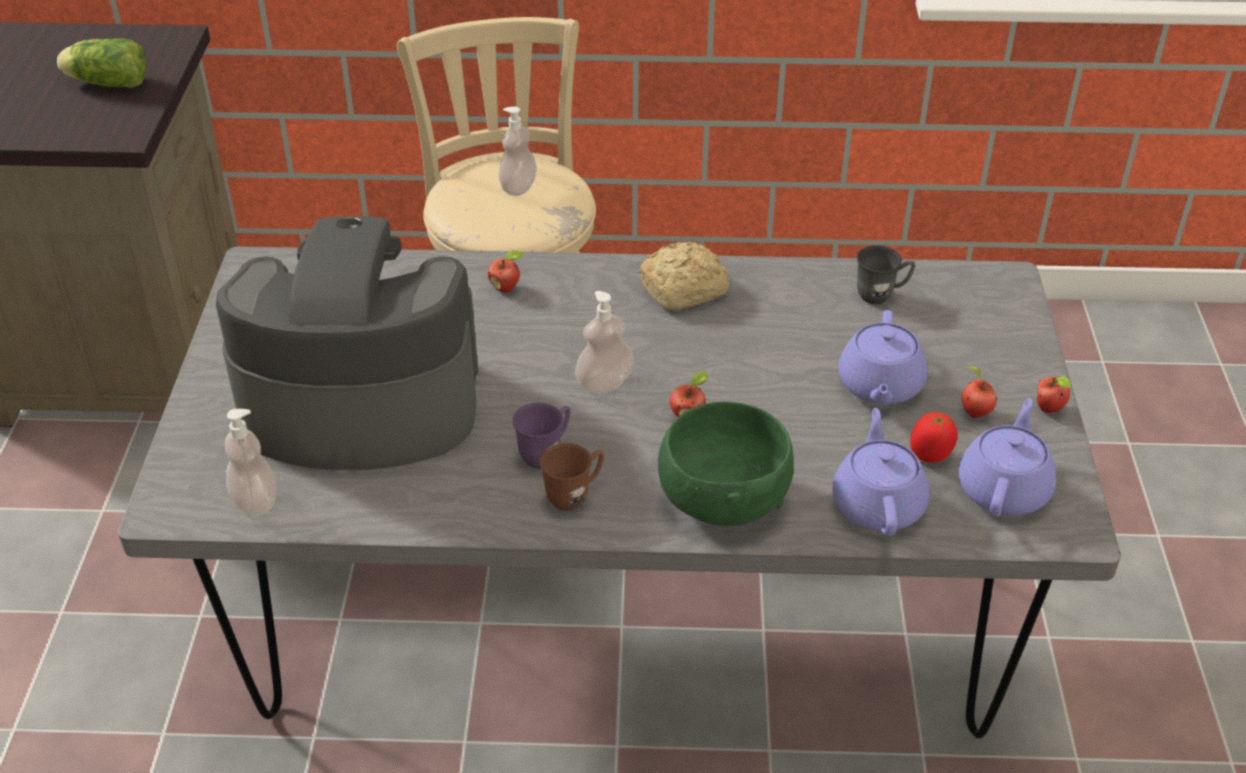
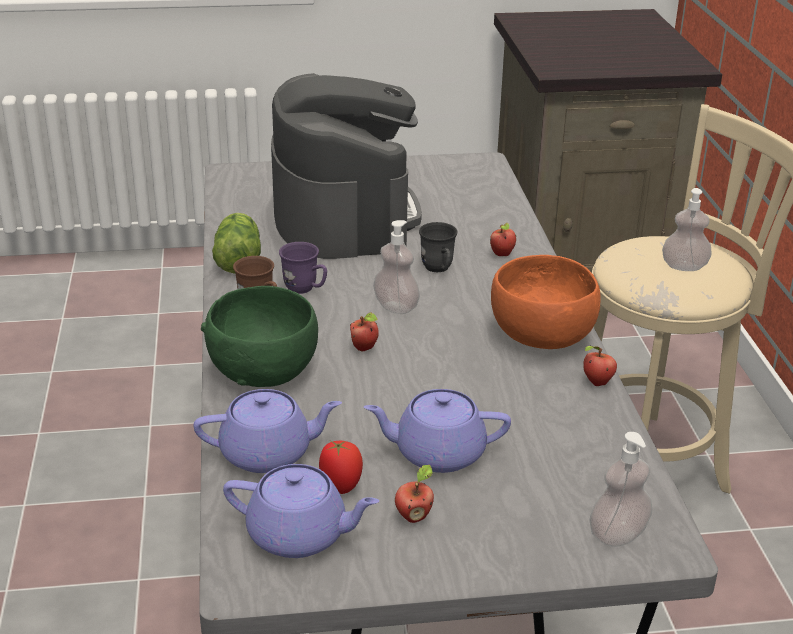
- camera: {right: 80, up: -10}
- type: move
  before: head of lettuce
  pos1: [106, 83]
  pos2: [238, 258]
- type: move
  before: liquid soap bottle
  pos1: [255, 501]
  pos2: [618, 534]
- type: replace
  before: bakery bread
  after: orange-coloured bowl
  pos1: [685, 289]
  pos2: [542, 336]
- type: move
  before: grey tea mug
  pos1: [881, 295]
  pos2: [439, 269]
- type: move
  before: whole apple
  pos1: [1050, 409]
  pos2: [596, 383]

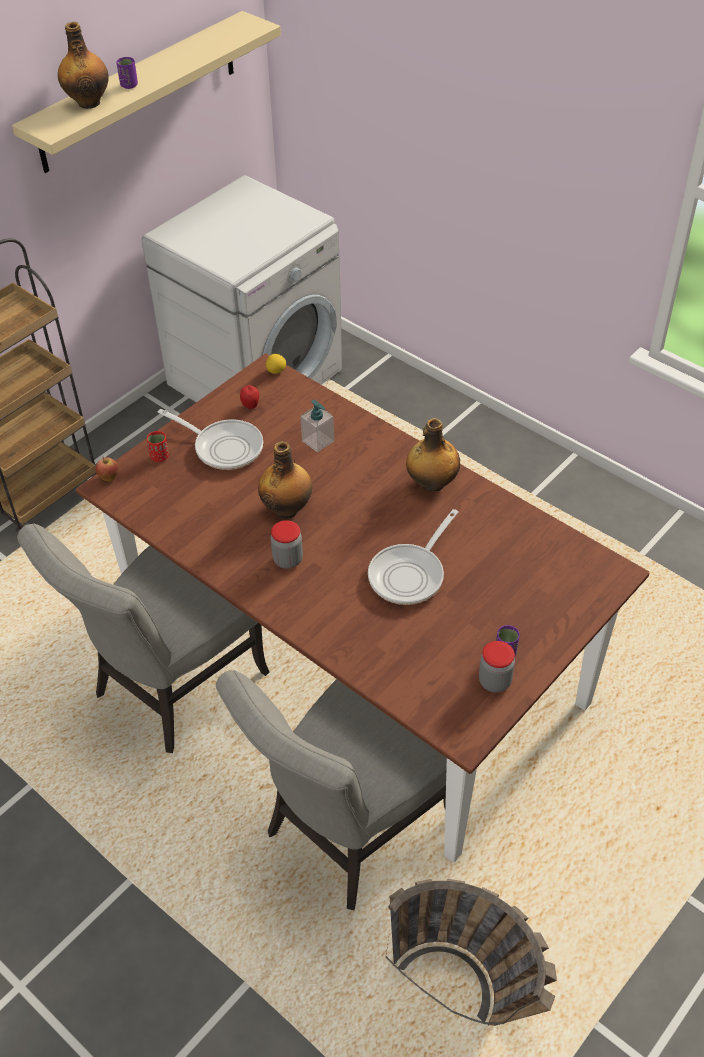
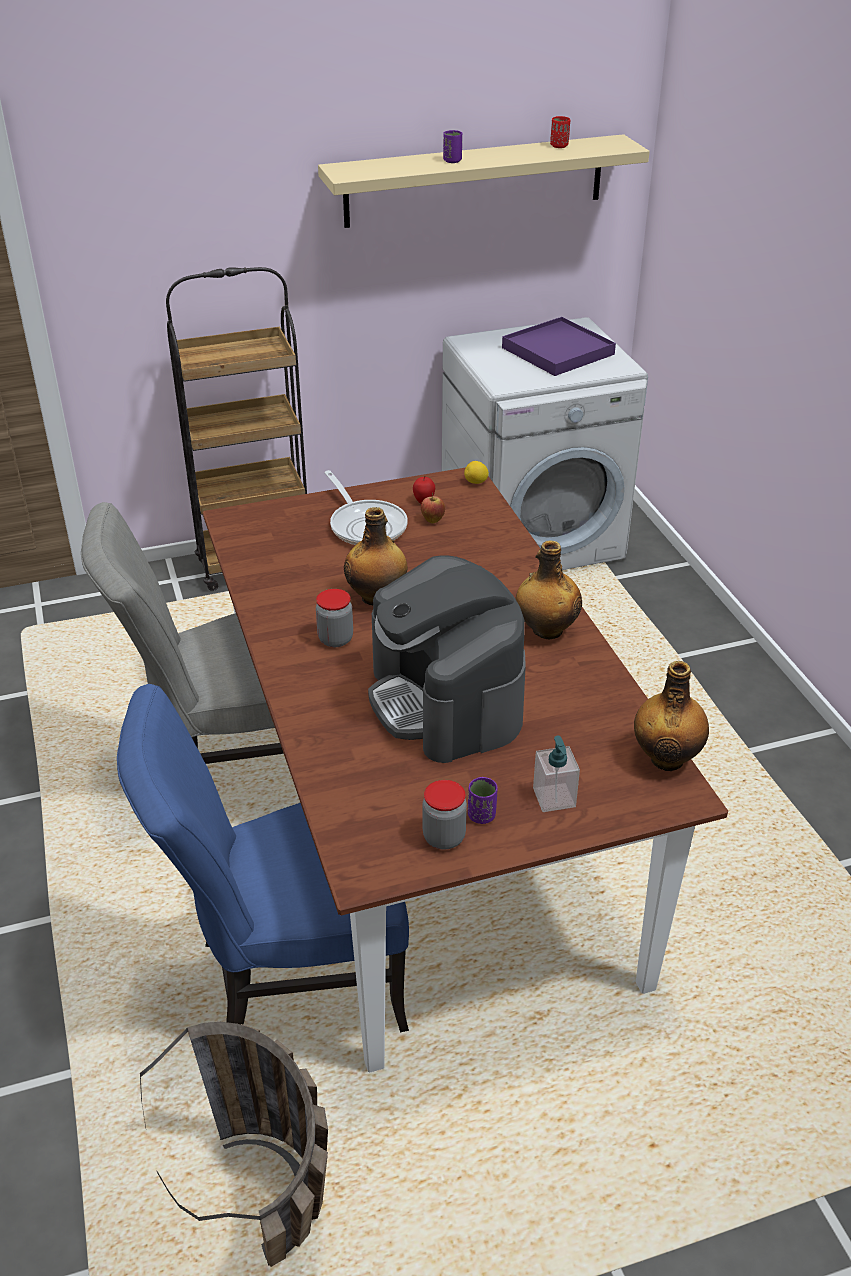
- camera: {right: 30, up: -10}
- type: move
  before: beverage bottle
  pos1: [88, 102]
  pos2: [666, 758]
- type: move
  before: whole apple
  pos1: [109, 478]
  pos2: [432, 520]
- type: move
  before: red small cup
  pos1: [159, 457]
  pos2: [559, 146]
- type: recolor
  before: grey chair
  after: bluish chair
  pos1: [350, 831]
  pos2: [288, 984]
- type: move
  before: liquid soap bottle
  pos1: [318, 441]
  pos2: [554, 798]
- type: replace
  before: skillet
  after: coffee maker
  pos1: [410, 574]
  pos2: [446, 701]
- type: insert
  after: purple carrying tray
  pos2: [558, 351]

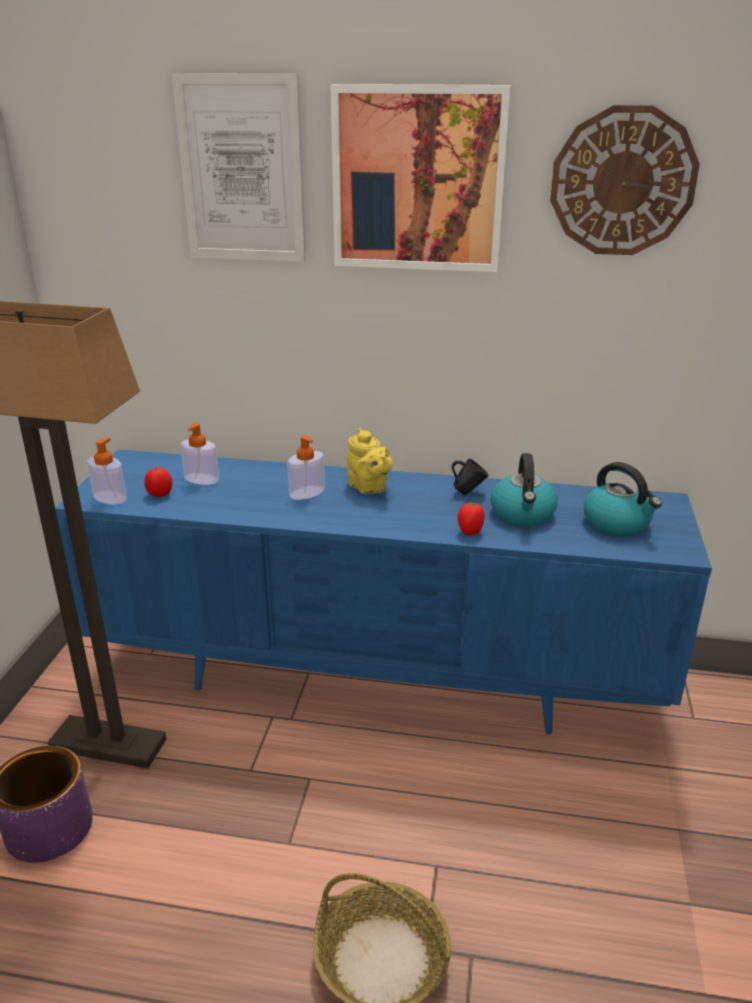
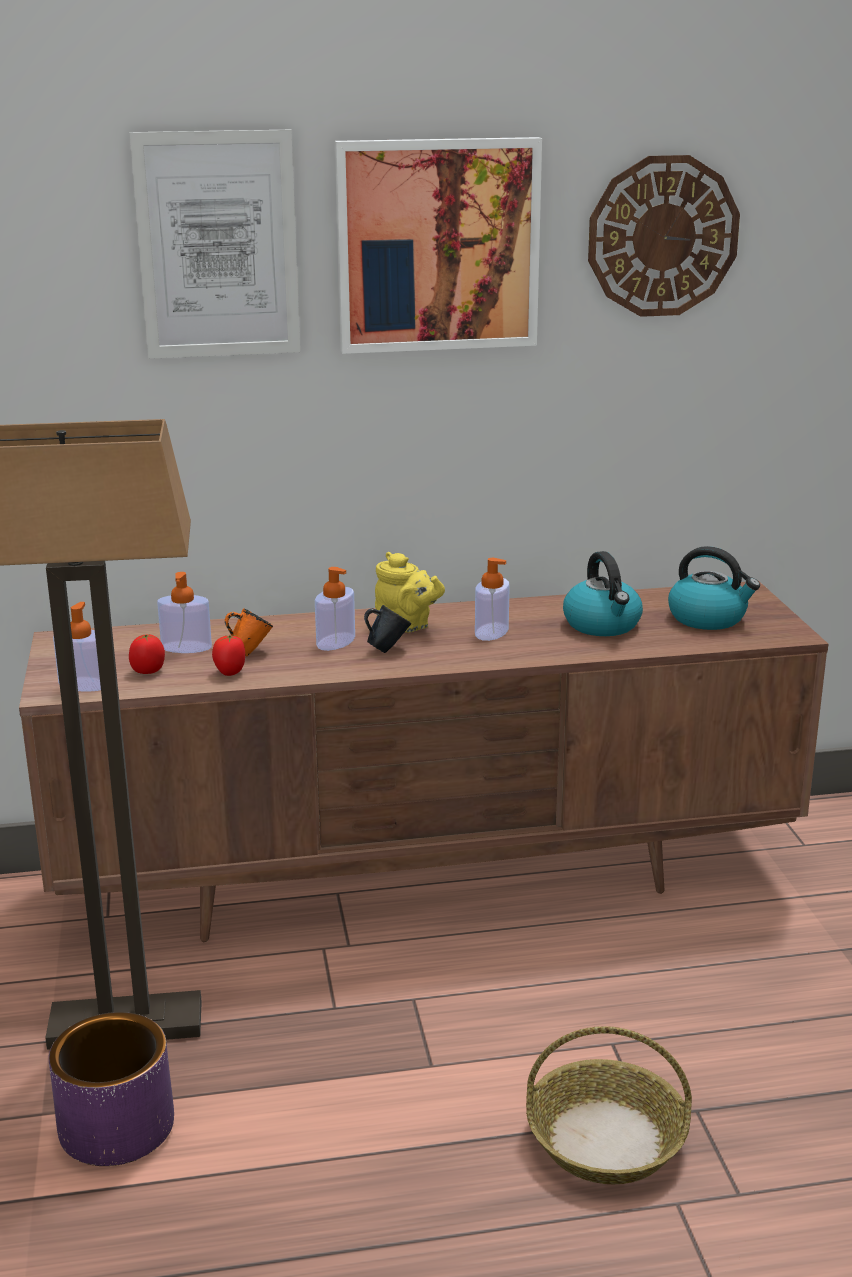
- camera: {right: -20, up: -5}
- type: recolor
  before: bluish cabinet
  after: brown-coloured cabinet
  pos1: [378, 678]
  pos2: [429, 880]
- type: move
  before: bluish tea mug
  pos1: [468, 492]
  pos2: [387, 649]
- type: move
  before: whole tomato
  pos1: [470, 532]
  pos2: [230, 672]
- type: insert
  after: orange-coloured tea mug
  pos2: [250, 652]
- type: insert
  after: liquid soap bottle
  pos2: [491, 632]

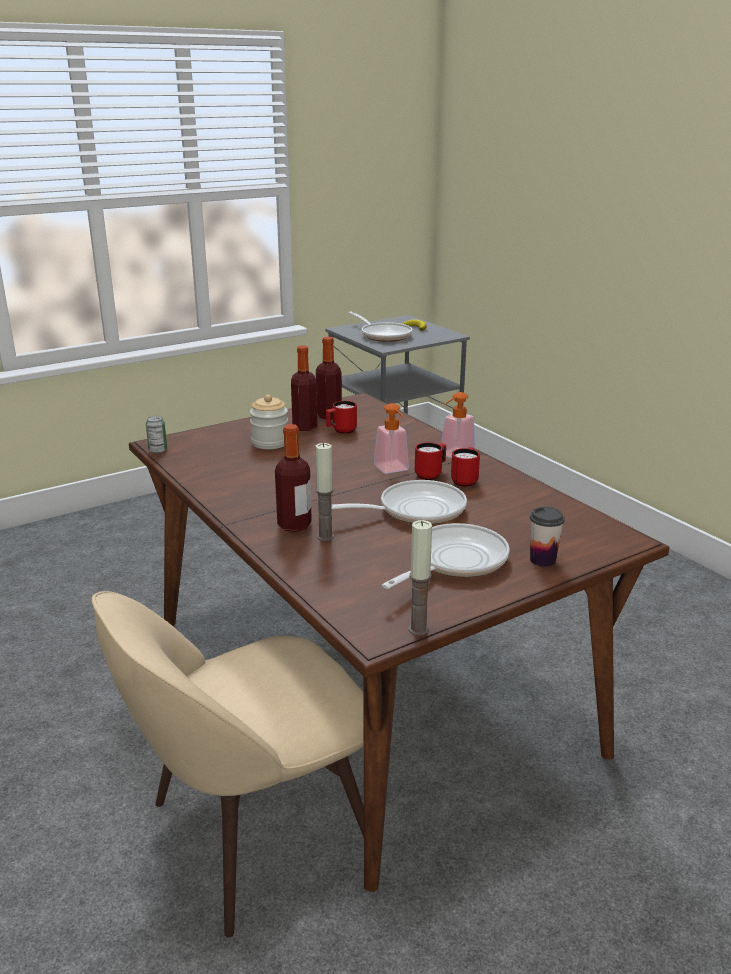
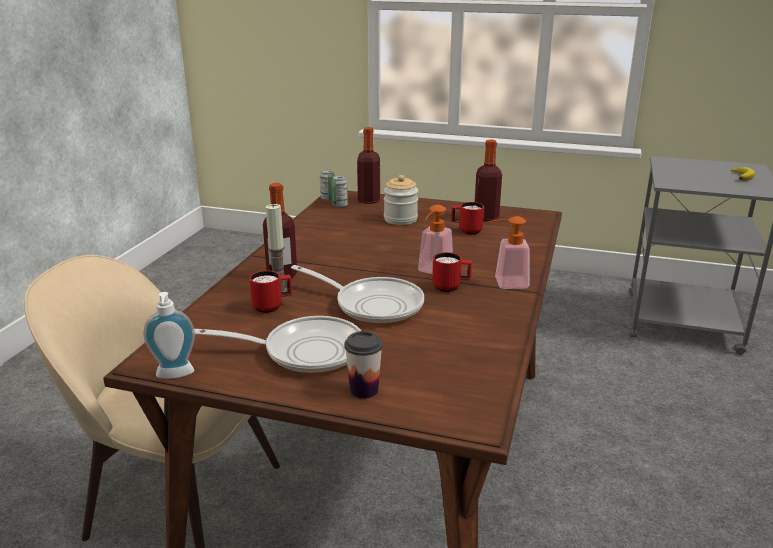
- camera: {right: 50, up: 0}
- type: move
  before: beverage bottle
  pos1: [305, 427]
  pos2: [369, 200]
- type: delete
  before: skillet
  pos1: [383, 335]
- type: replace
  before: wax light
  after: liquid soap bottle
  pos1: [418, 629]
  pos2: [175, 376]
- type: move
  before: red tea mug
  pos1: [465, 480]
  pos2: [272, 307]
- type: insert
  after: metal can
  pos2: [340, 205]

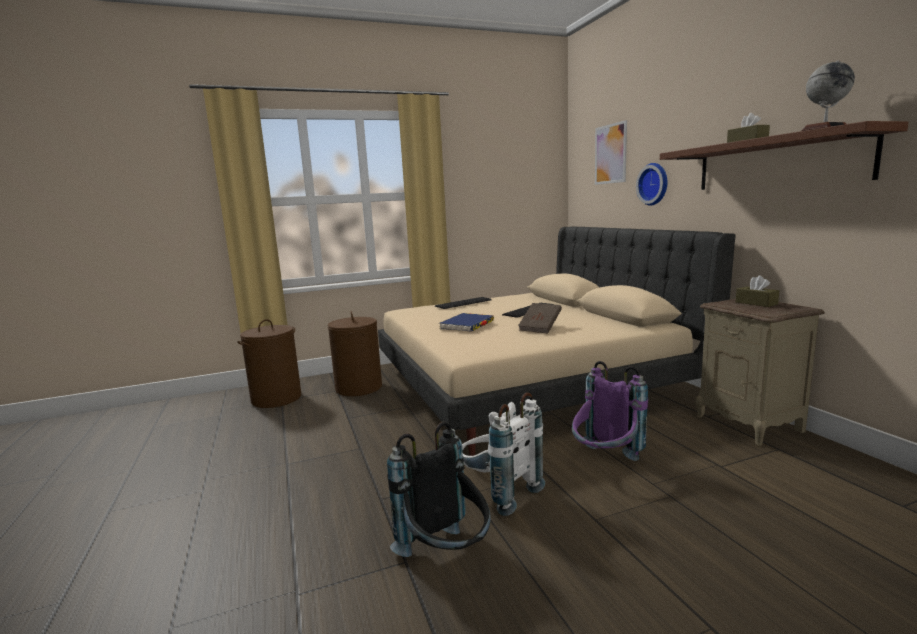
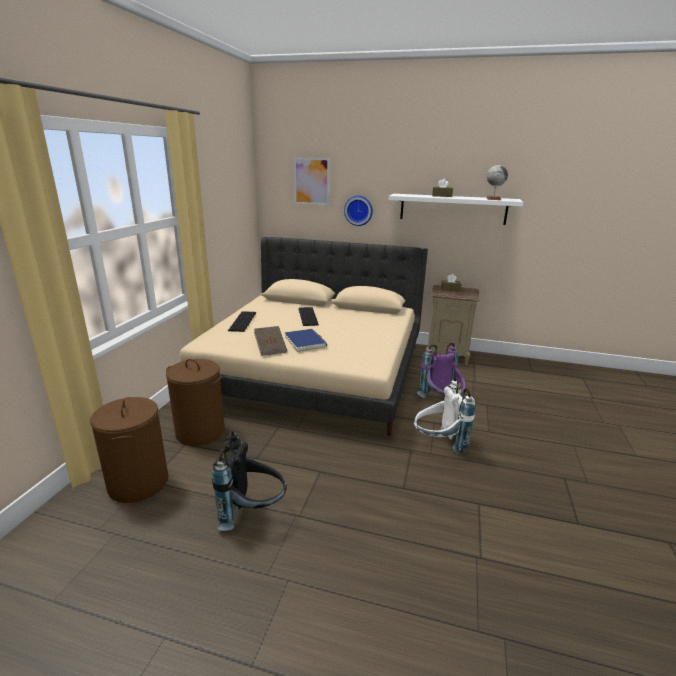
- camera: {right: -55, up: 10}
- type: move
  before: black rucksack
  pos1: [446, 557]
  pos2: [252, 512]
- type: move
  before: brown-coloured volume
  pos1: [540, 328]
  pos2: [270, 348]
- type: recolor
  before: brown-coloured shelf
  after: whitish shelf
  pos1: [777, 163]
  pos2: [452, 209]

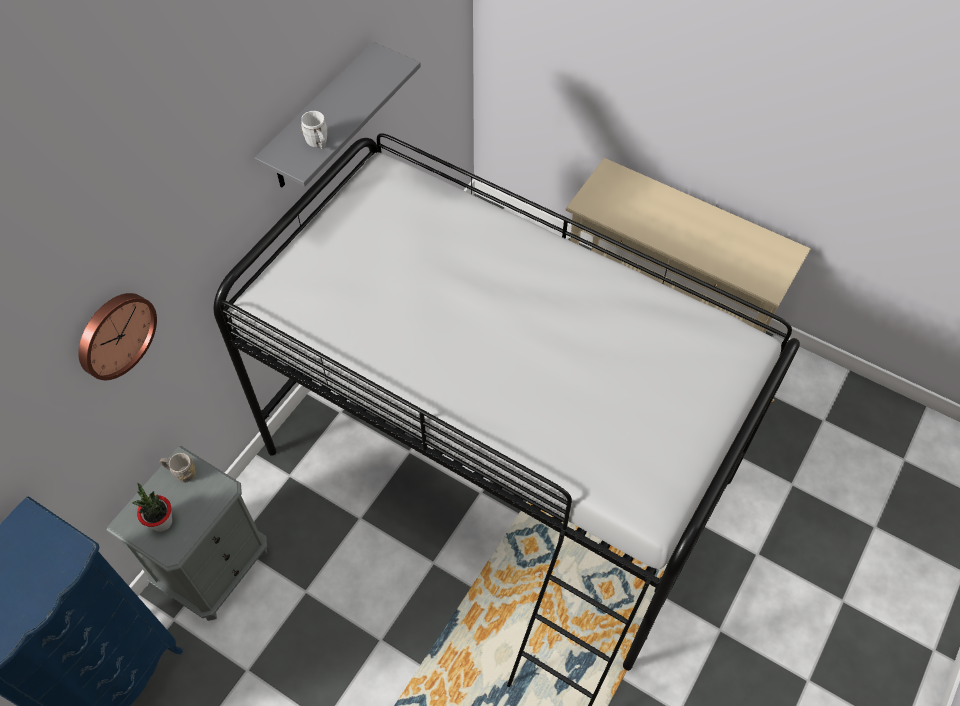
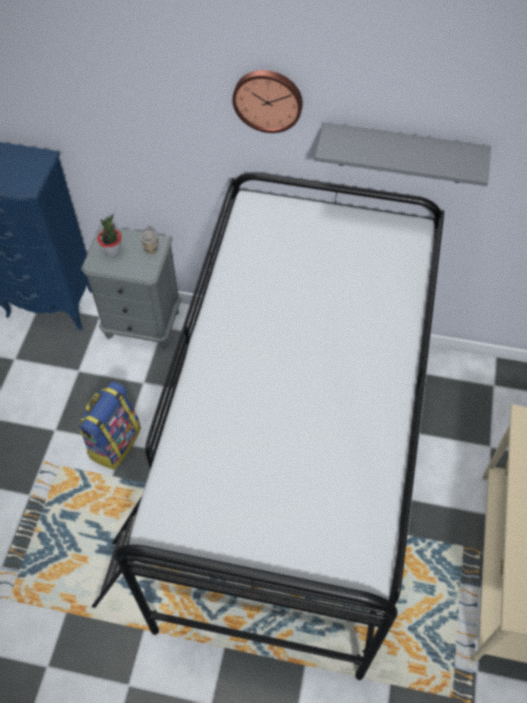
- camera: {right: 70, up: 0}
- type: move
  before: wall clock
  pos1: [114, 334]
  pos2: [268, 99]
- type: delete
  before: whitish tea mug
  pos1: [318, 143]
- type: insert
  after: rucksack
  pos2: [114, 442]

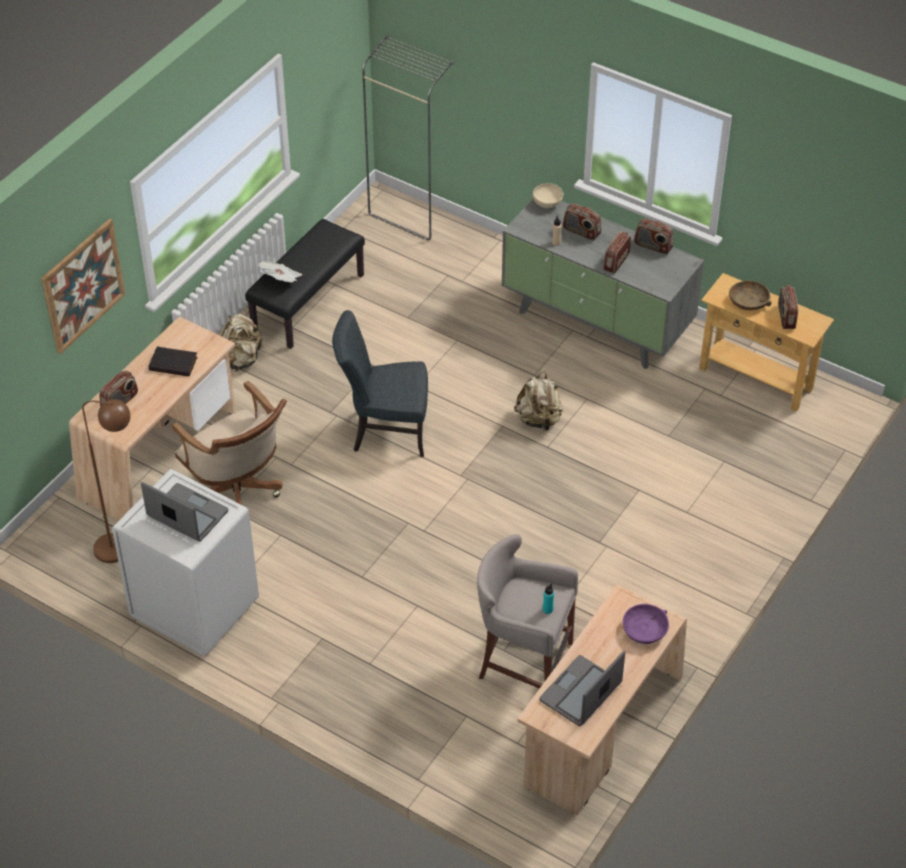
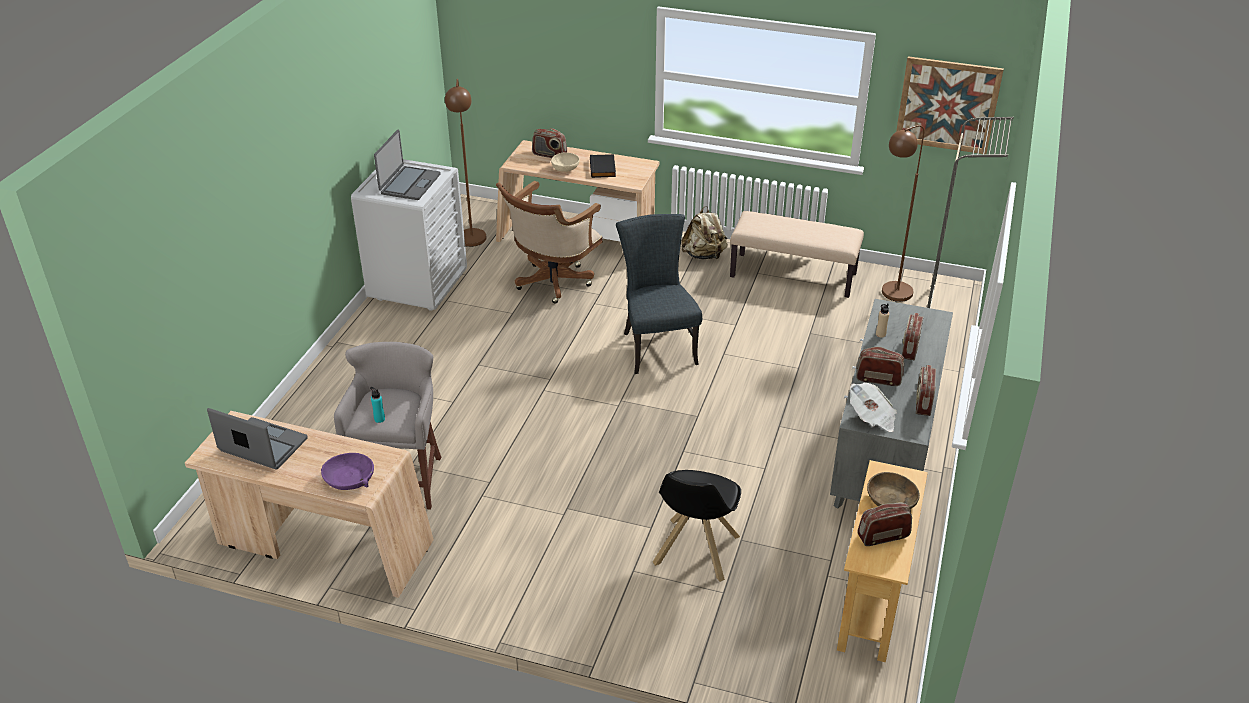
- camera: {right: 75, up: -10}
- type: move
  before: wall art
  pos1: [83, 285]
  pos2: [947, 105]
- type: recolor
  before: black bench
  after: sand-coloured bench
  pos1: [308, 302]
  pos2: [793, 275]
- type: move
  before: newspaper
  pos1: [281, 280]
  pos2: [872, 418]
- type: delete
  before: sand-coloured rucksack
  pos1: [539, 420]
- type: move
  before: sand-coloured bowl
  pos1: [548, 202]
  pos2: [565, 170]
- type: insert
  after: black chair
  pos2: [695, 551]
- type: insert
  after: brown-coloured floor lamp
  pos2: [890, 296]

